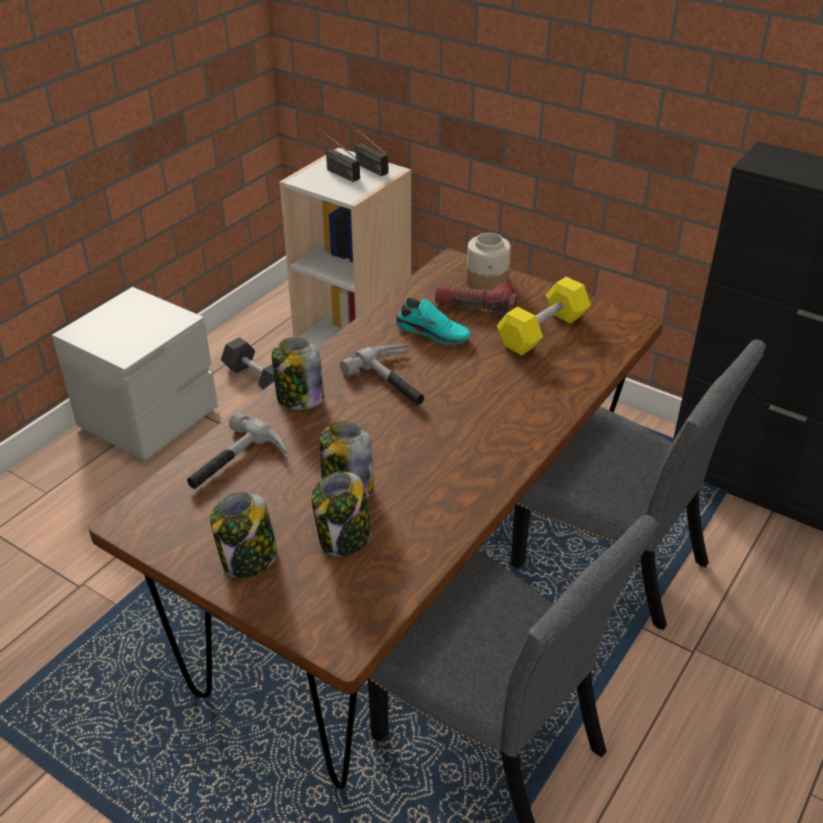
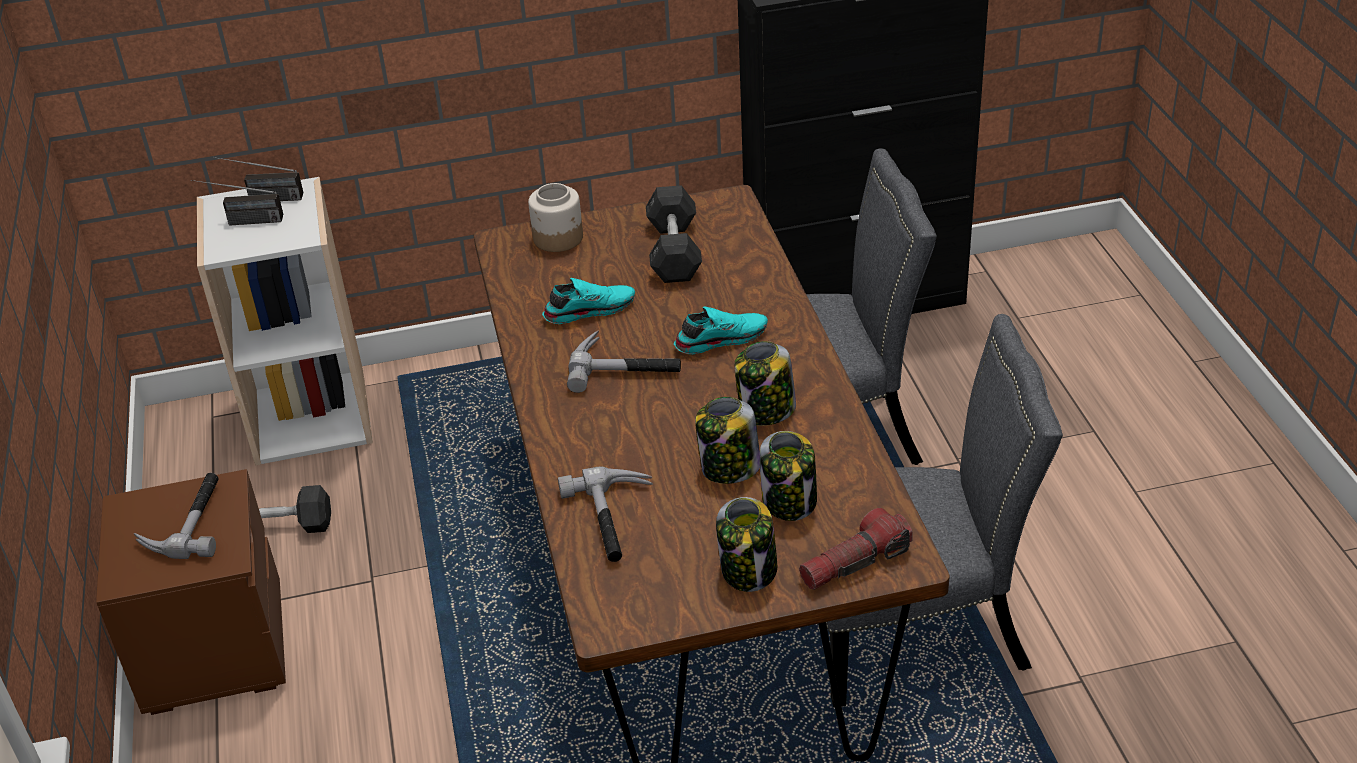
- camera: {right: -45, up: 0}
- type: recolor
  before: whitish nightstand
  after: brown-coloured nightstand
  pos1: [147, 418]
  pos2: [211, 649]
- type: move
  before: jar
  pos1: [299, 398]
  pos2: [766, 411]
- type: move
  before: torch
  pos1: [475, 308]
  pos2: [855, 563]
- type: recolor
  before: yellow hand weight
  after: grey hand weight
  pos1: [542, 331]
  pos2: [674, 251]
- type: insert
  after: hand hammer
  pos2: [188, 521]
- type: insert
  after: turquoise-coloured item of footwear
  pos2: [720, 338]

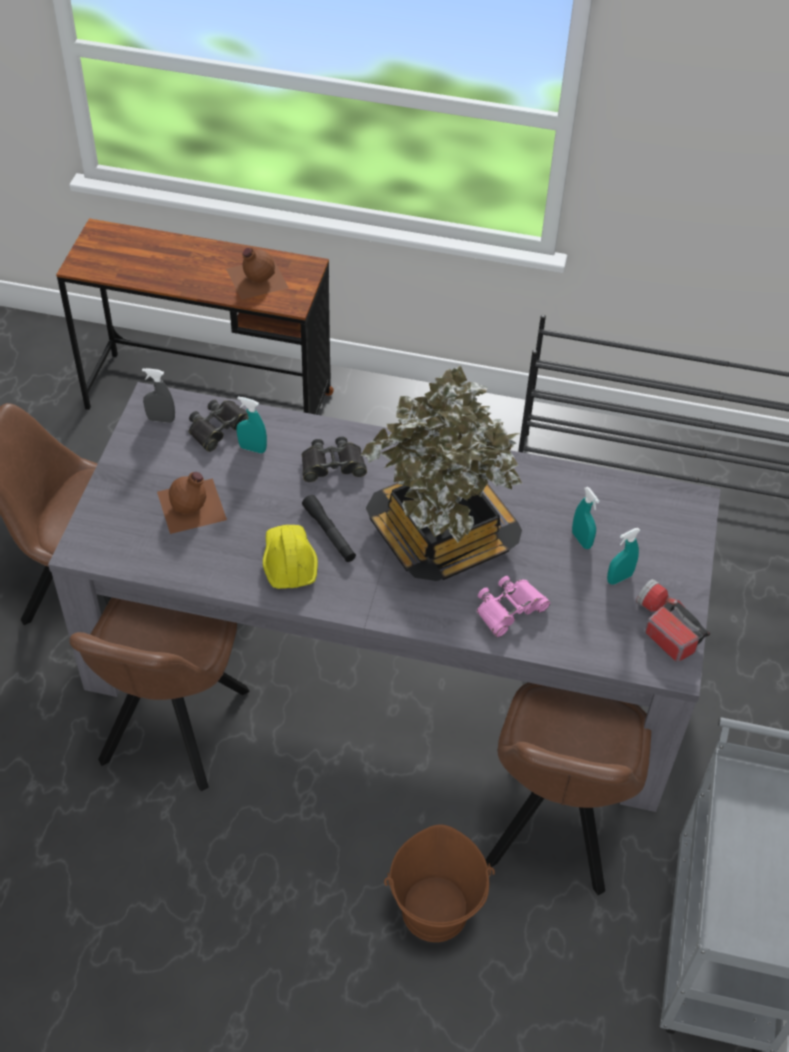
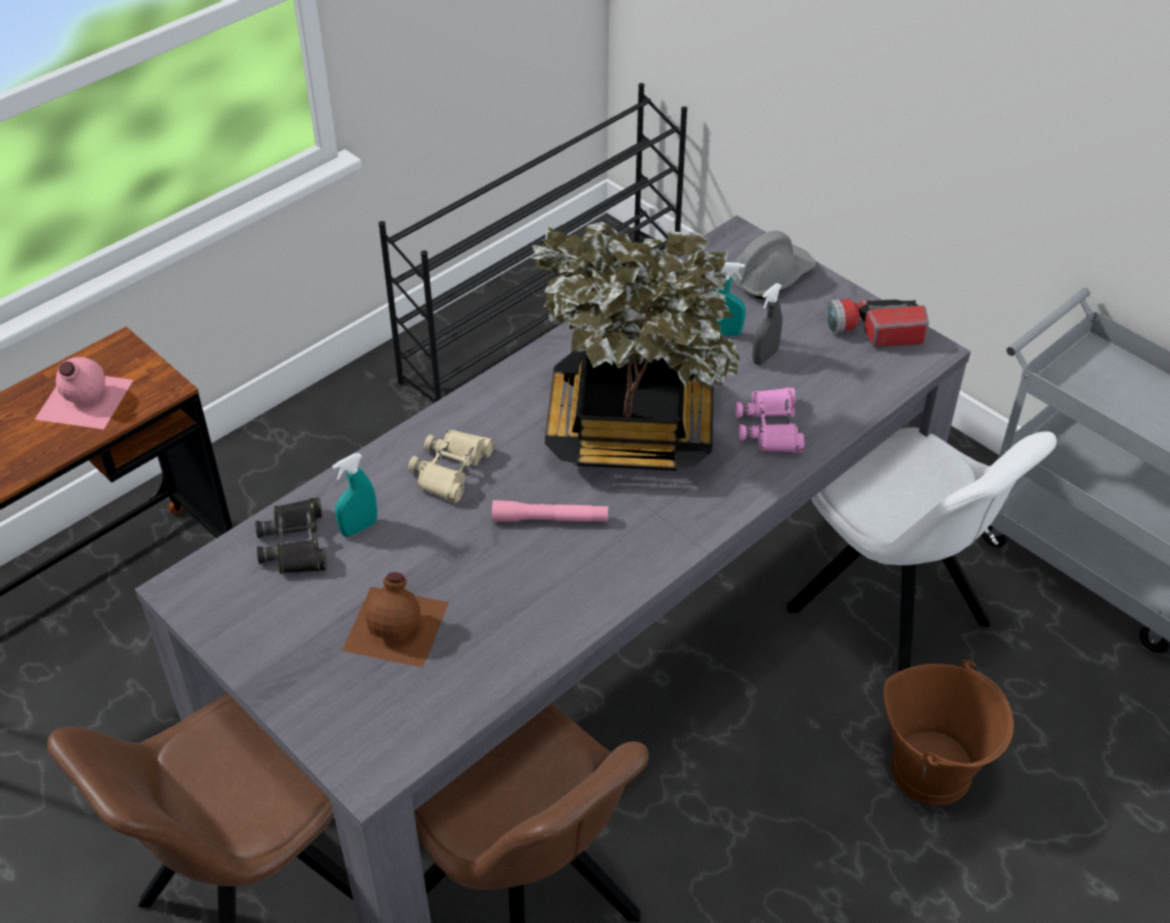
- camera: {right: -55, up: -5}
- type: move
  before: grey spray bottle
  pos1: [161, 419]
  pos2: [765, 357]
- type: recolor
  before: brown-coloured beverage bottle
  after: pink beverage bottle
  pos1: [256, 277]
  pos2: [82, 400]
- type: delete
  before: yellow work helmet
  pos1: [289, 562]
- type: recolor
  before: black binoculars
  after: sand-coloured binoculars
  pos1: [332, 465]
  pos2: [451, 470]
- type: recolor
  before: black torch
  after: pink torch
  pos1: [329, 533]
  pos2: [550, 519]
- type: recolor
  before: brown-coloured chair
  after: whitish chair
  pos1: [555, 824]
  pos2: [890, 616]
- type: delete
  before: turquoise-coloured spray bottle
  pos1: [619, 578]
- type: insert
  after: grey work helmet
  pos2: [770, 277]

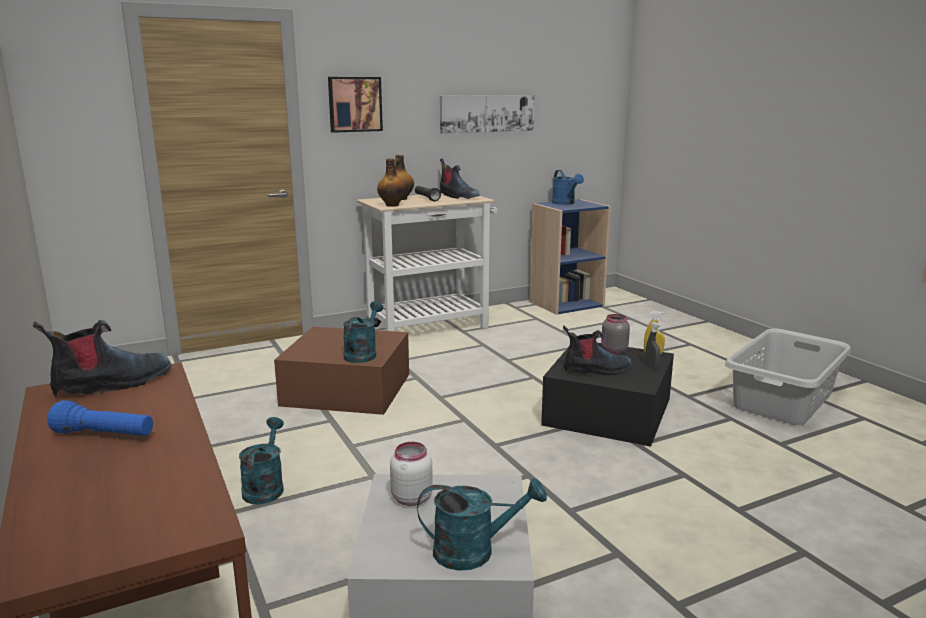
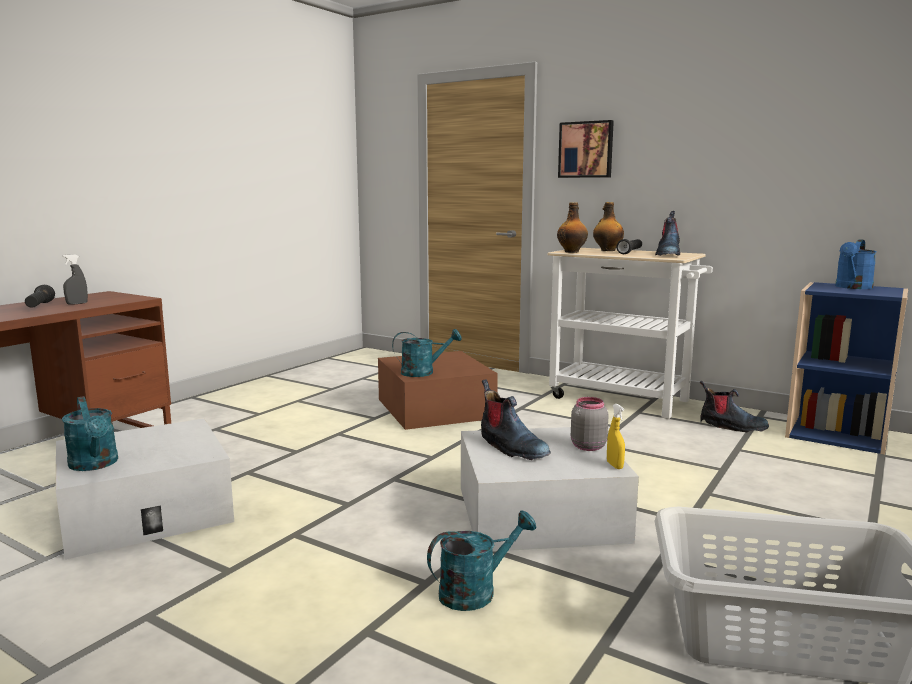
- camera: {right: 60, up: -5}
- type: move
  before: boot
  pos1: [112, 384]
  pos2: [732, 427]
- type: recolor
  before: bluish torch
  after: black torch
  pos1: [104, 435]
  pos2: [39, 306]
- type: move
  before: turquoise-coloured sprinkling can
  pos1: [265, 487]
  pos2: [476, 591]
- type: delete
  before: whitish jar
  pos1: [410, 498]
- type: delete
  before: wall art
  pos1: [487, 113]
- type: recolor
  before: black storage bin
  after: whitish storage bin
  pos1: [608, 411]
  pos2: [540, 514]
- type: move
  before: grey spray bottle
  pos1: [651, 367]
  pos2: [77, 303]

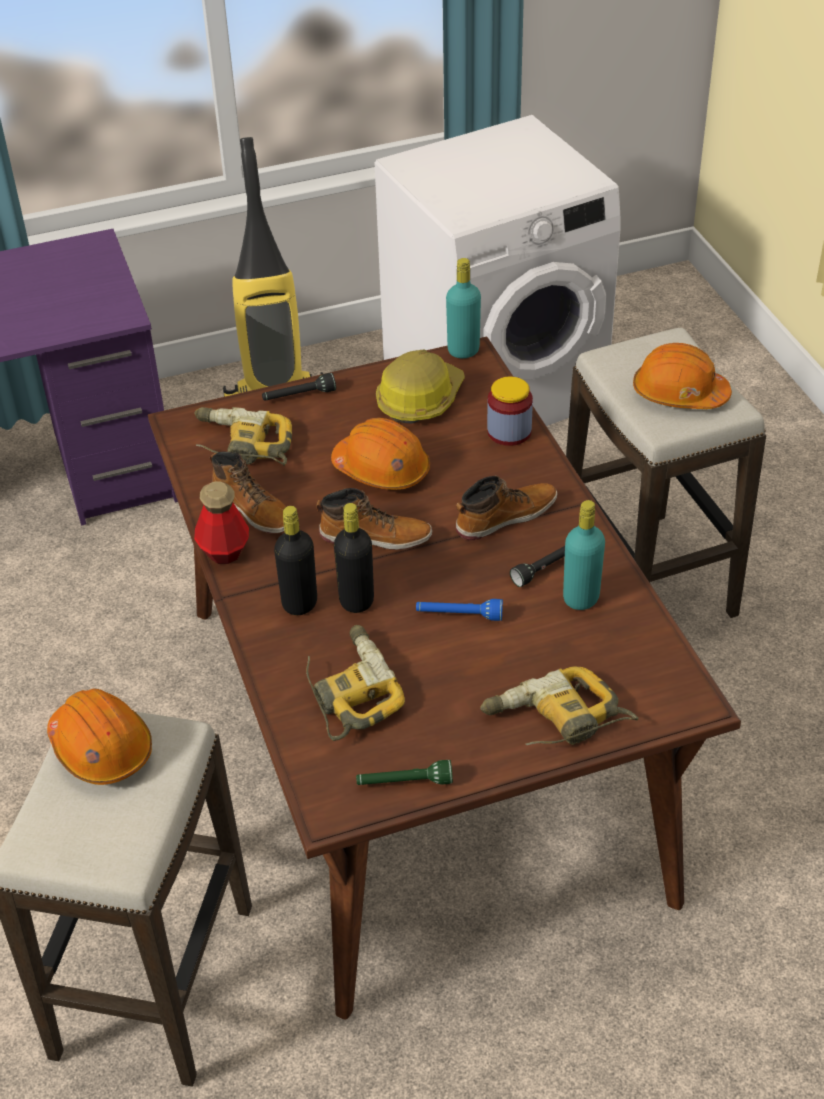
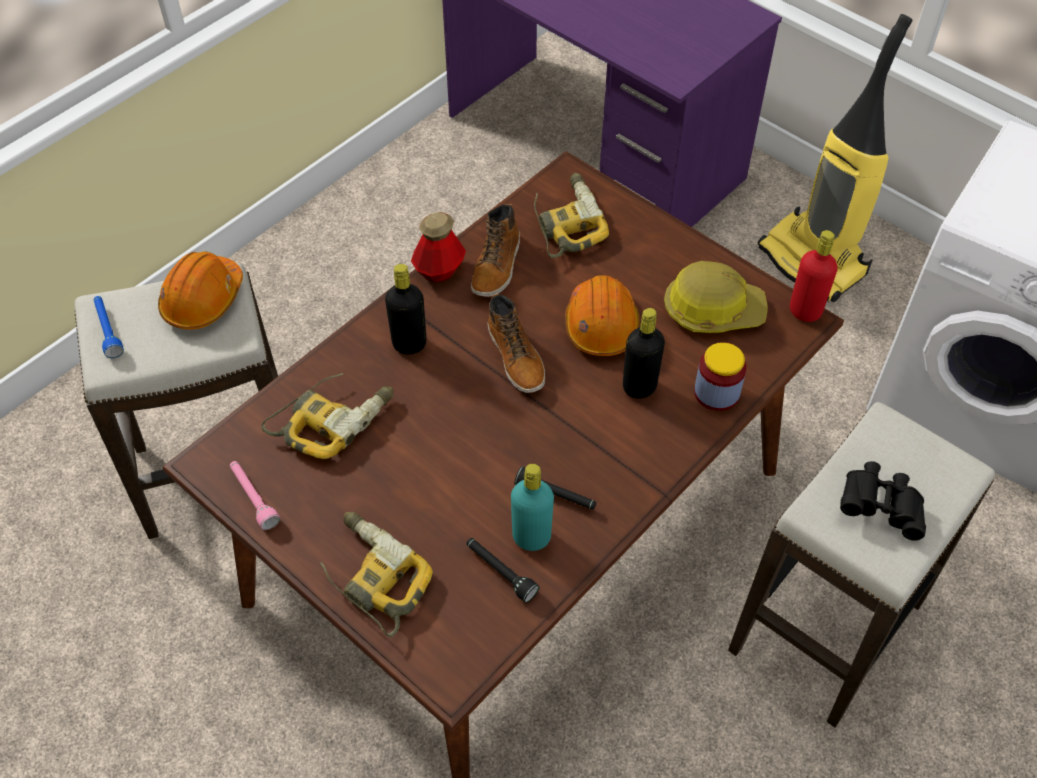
- camera: {right: 60, up: 10}
- type: move
  before: black torch
  pos1: [299, 396]
  pos2: [500, 572]
- type: move
  before: black beverage bottle
  pos1: [356, 601]
  pos2: [639, 387]
- type: recolor
  before: green torch
  after: pink torch
  pos1: [404, 783]
  pos2: [253, 498]
- type: move
  before: bluish torch
  pos1: [459, 615]
  pos2: [108, 330]
- type: recolor
  before: turquoise-coloured beverage bottle
  after: red beverage bottle
  pos1: [463, 351]
  pos2: [805, 311]
- type: delete
  before: boot
  pos1: [505, 517]
- type: replace
  before: orange-coloured work helmet
  after: black binoculars
  pos1: [679, 394]
  pos2: [880, 507]

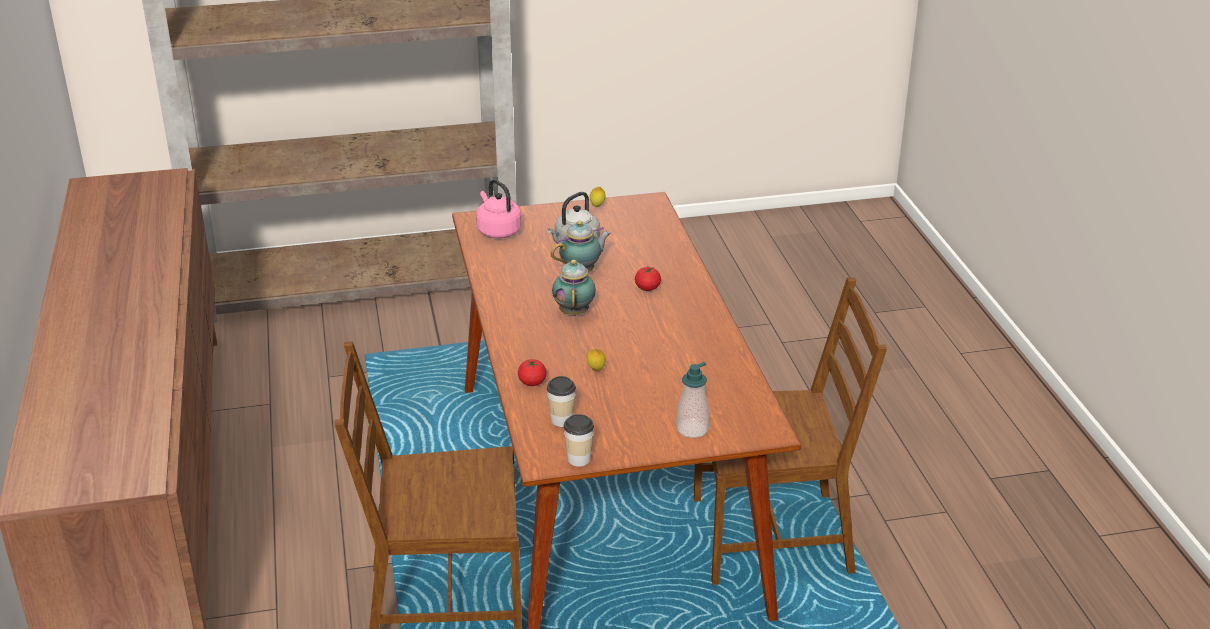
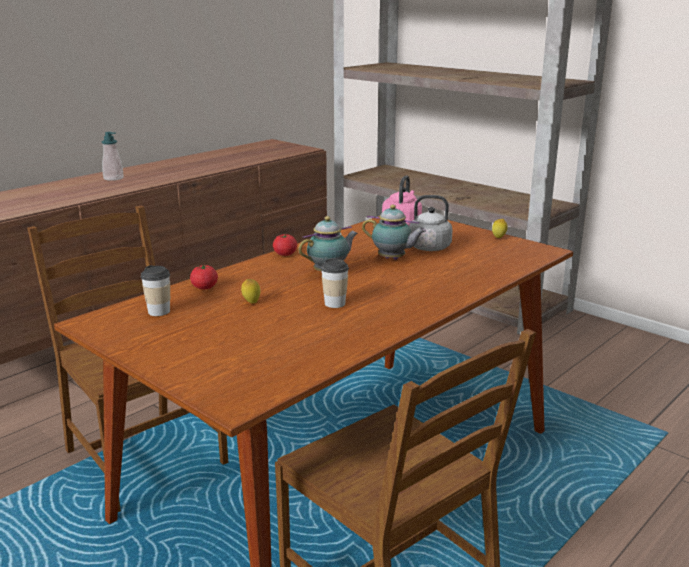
- camera: {right: 55, up: -10}
- type: move
  before: small cup
  pos1: [579, 459]
  pos2: [335, 303]
- type: move
  before: whole tomato
  pos1: [647, 288]
  pos2: [285, 254]
- type: move
  before: liquid soap bottle
  pos1: [692, 429]
  pos2: [113, 178]

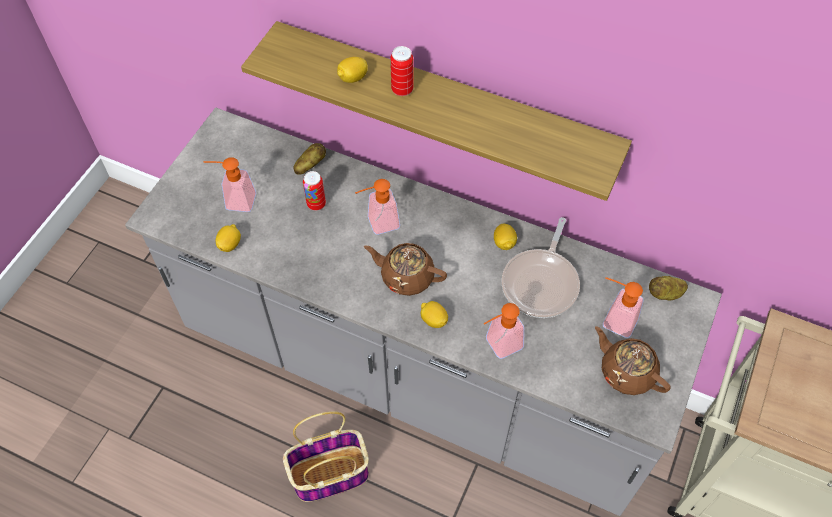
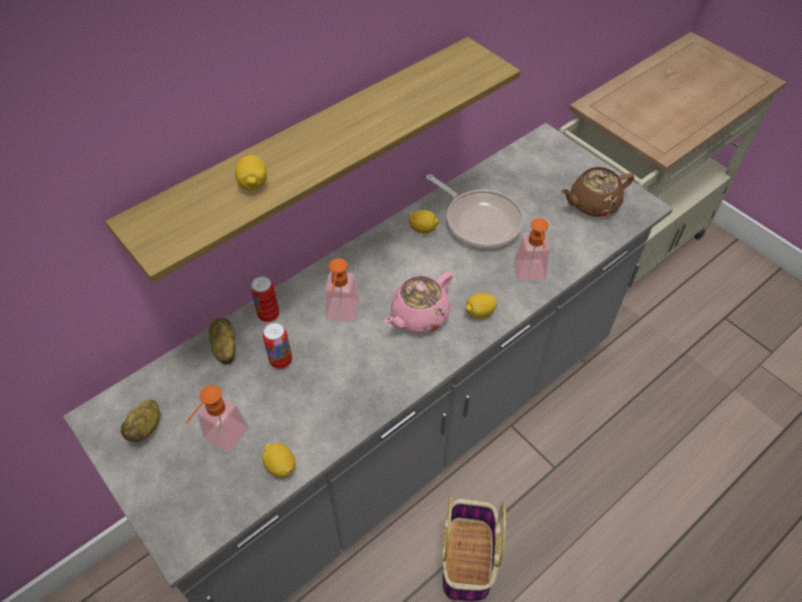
- camera: {right: -65, up: -5}
- type: recolor
  before: brown-coloured pot for tea
  after: pink pot for tea
  pos1: [406, 276]
  pos2: [418, 315]
- type: move
  before: metal can
  pos1: [402, 89]
  pos2: [268, 314]
- type: delete
  before: liquid soap bottle
  pos1: [613, 319]
- type: move
  before: whole potato
  pos1: [665, 294]
  pos2: [146, 427]

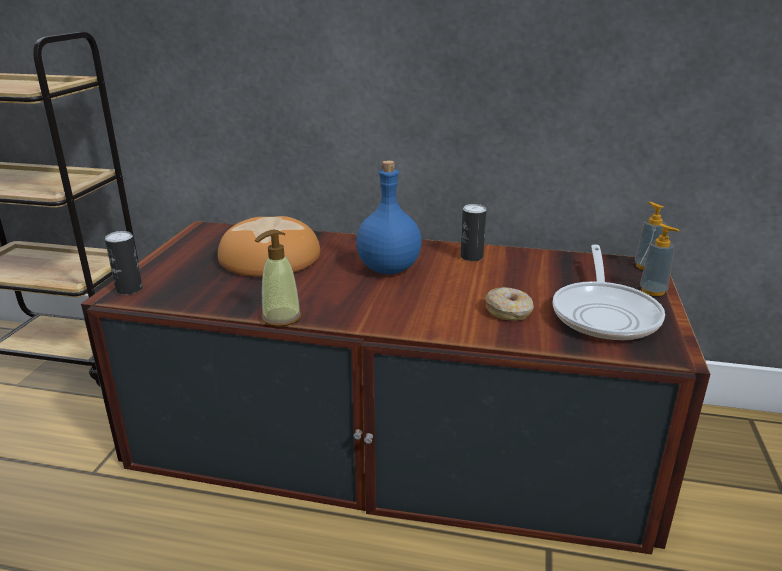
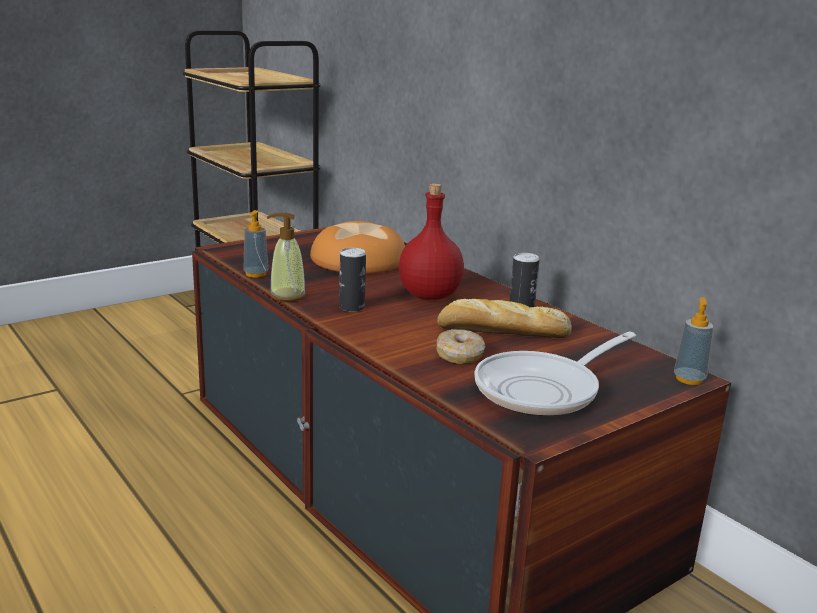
- camera: {right: 40, up: -5}
- type: move
  before: metal can
  pos1: [129, 289]
  pos2: [352, 307]
- type: recolor
  before: bluish beverage bottle
  after: red beverage bottle
  pos1: [388, 268]
  pos2: [430, 295]
- type: move
  before: liquid soap bottle
  pos1: [653, 291]
  pos2: [256, 274]
- type: insert
  after: bakery bread
  pos2: [500, 332]

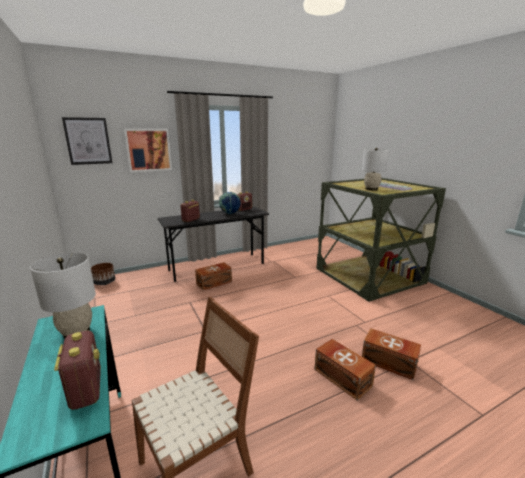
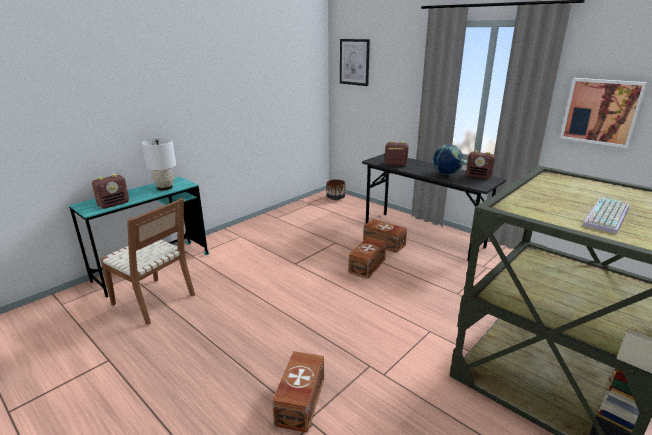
- camera: {right: 70, up: 5}
- type: move
  before: wall art
  pos1: [148, 150]
  pos2: [601, 112]
- type: move
  before: brown-coloured storage bin
  pos1: [342, 377]
  pos2: [368, 266]
- type: delete
  before: whitish table lamp
  pos1: [371, 189]

